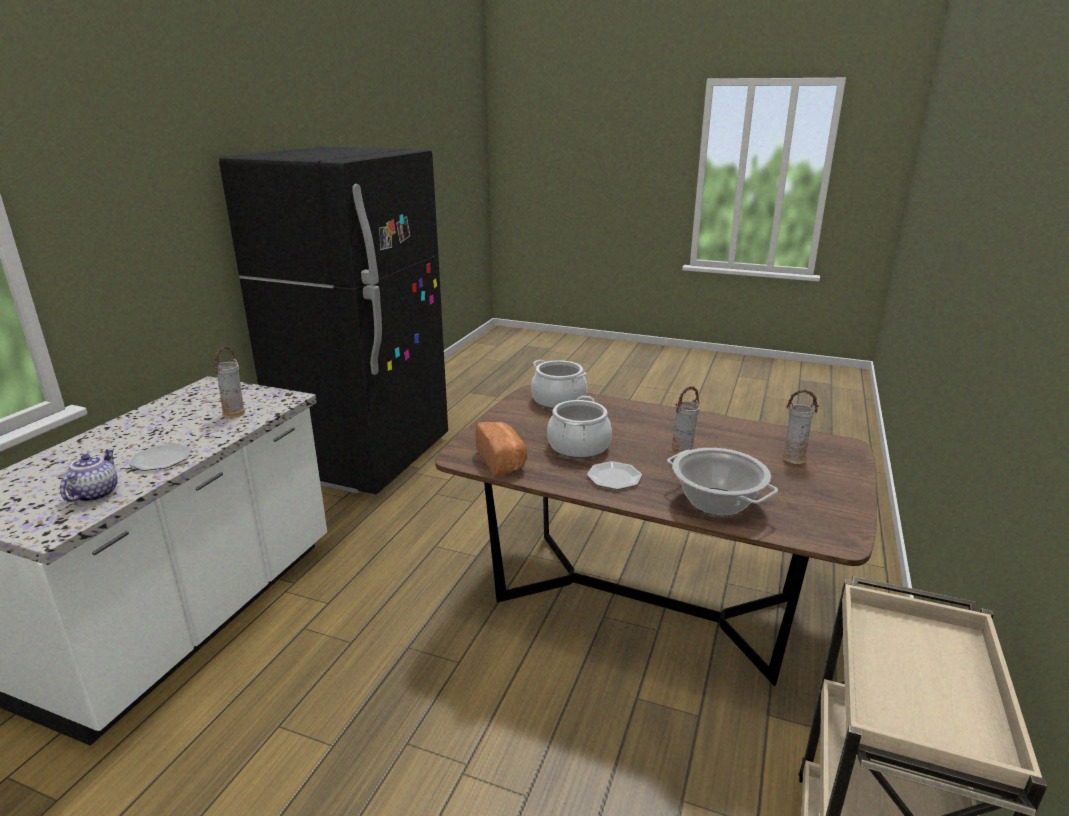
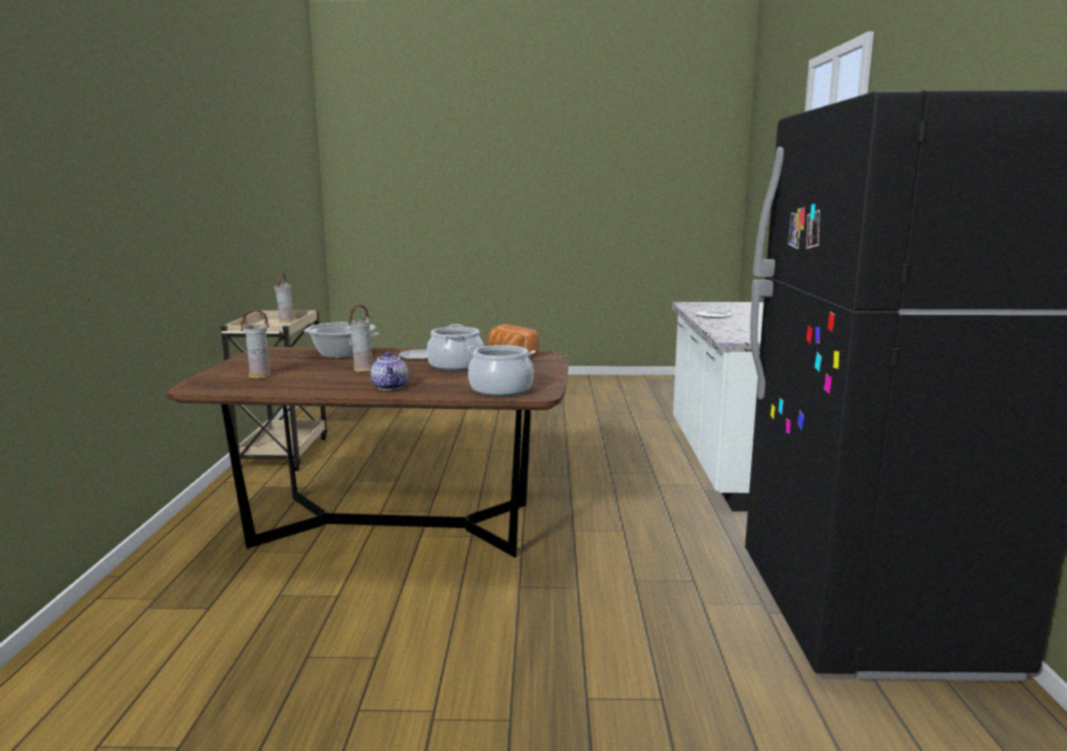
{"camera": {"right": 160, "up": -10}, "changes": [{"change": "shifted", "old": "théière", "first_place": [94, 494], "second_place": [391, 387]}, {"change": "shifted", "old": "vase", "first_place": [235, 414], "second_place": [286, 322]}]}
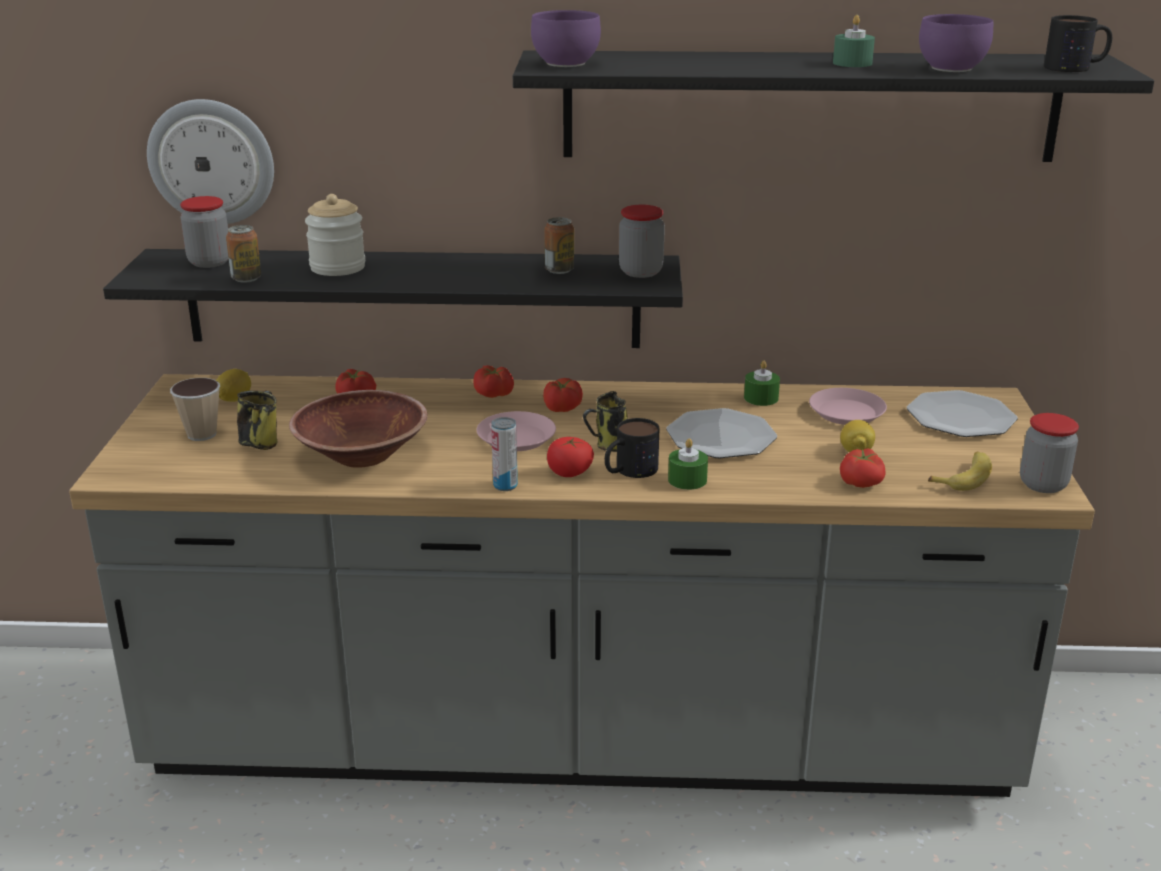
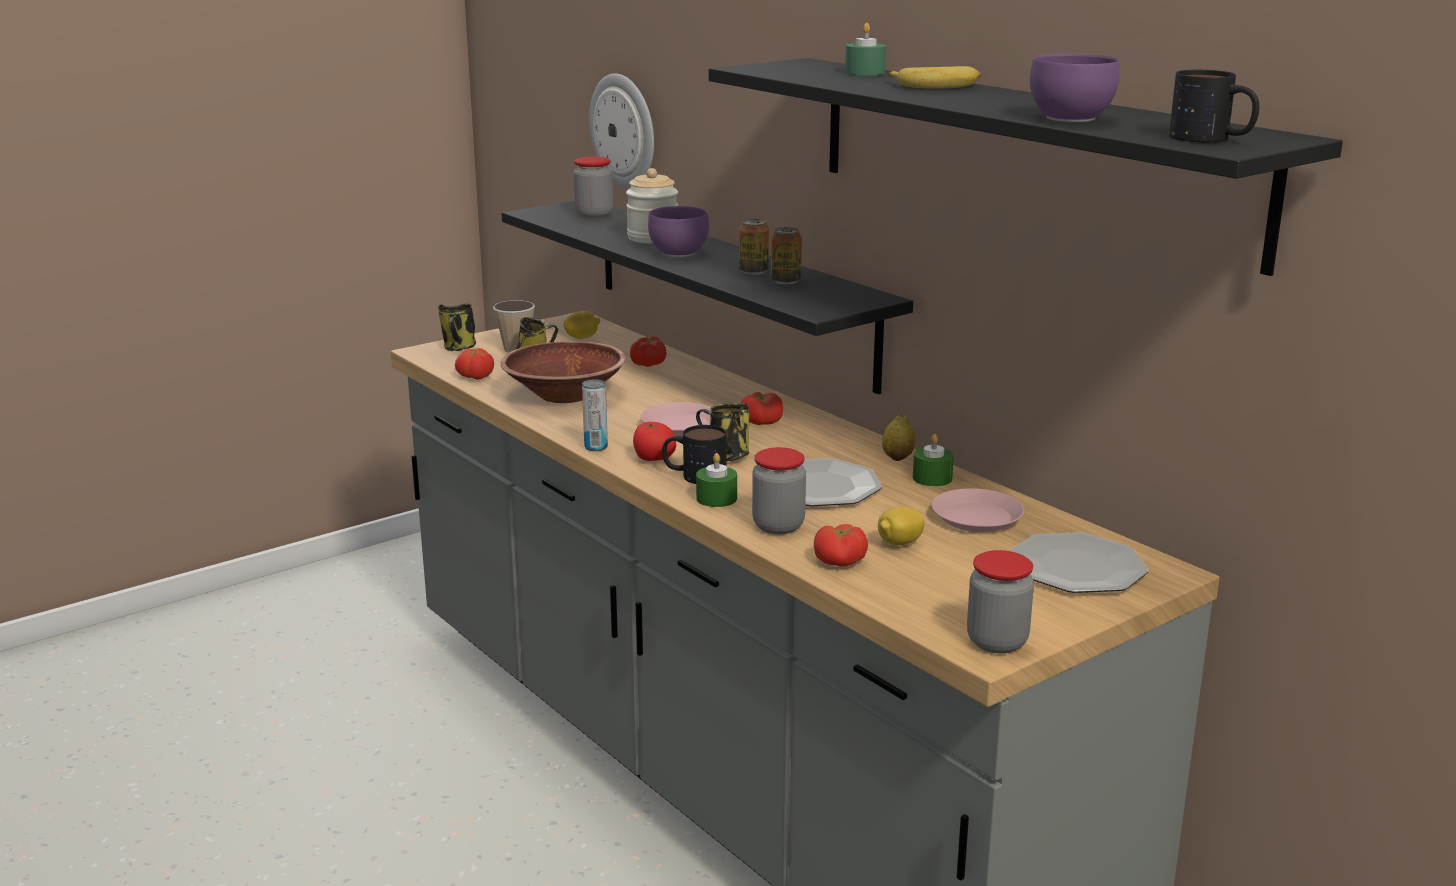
{"camera": {"right": 50, "up": -5}, "changes": [{"change": "new", "new": "mug", "second_place": [459, 348]}, {"change": "new", "new": "citron", "second_place": [897, 458]}, {"change": "shifted", "old": "boîte métallique", "first_place": [246, 278], "second_place": [753, 272]}, {"change": "shifted", "old": "tomate", "first_place": [493, 394], "second_place": [475, 376]}, {"change": "shifted", "old": "bol [violet]", "first_place": [567, 64], "second_place": [678, 253]}, {"change": "shifted", "old": "bocal", "first_place": [640, 272], "second_place": [778, 526]}, {"change": "shifted", "old": "bougie [vert]", "first_place": [852, 63], "second_place": [865, 72]}, {"change": "shifted", "old": "banane", "first_place": [964, 477], "second_place": [936, 86]}]}
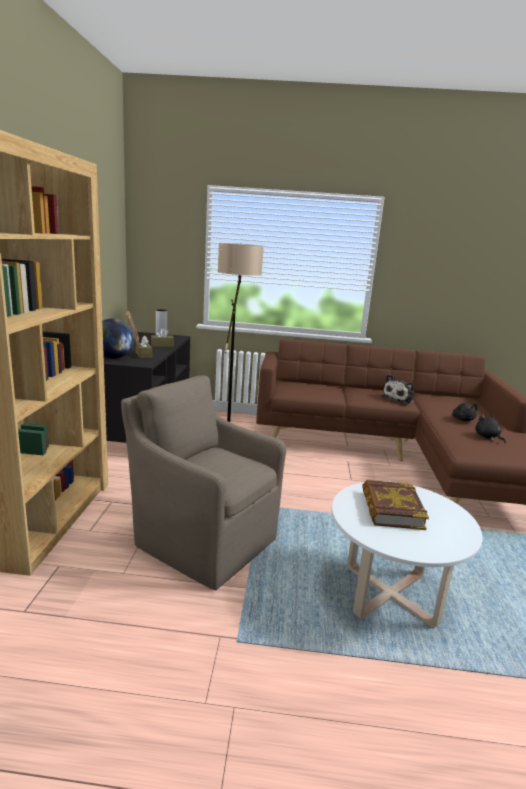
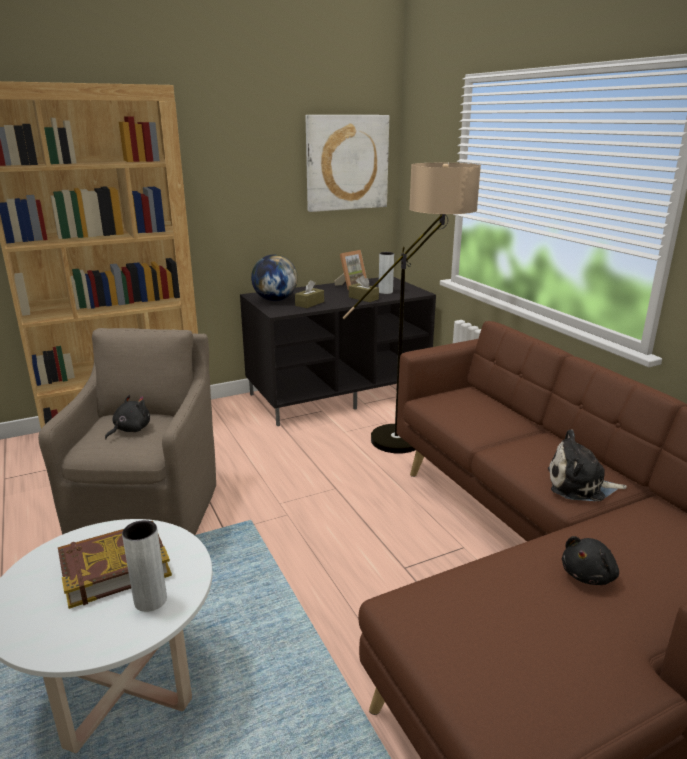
{"camera": {"right": 60, "up": 5}, "changes": [{"change": "new", "new": "vase [gris]", "second_place": [150, 600]}, {"change": "new", "new": "tableau", "second_place": [346, 163]}, {"change": "shifted", "old": "peluche [noir]", "first_place": [487, 437], "second_place": [130, 430]}]}
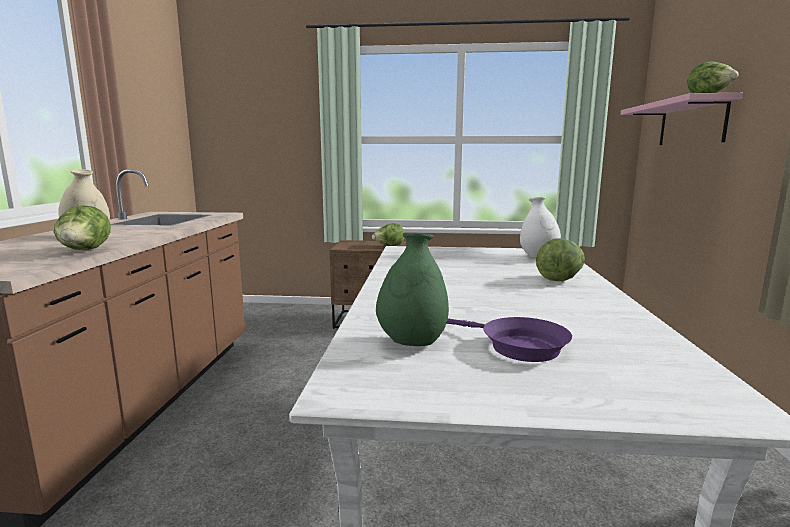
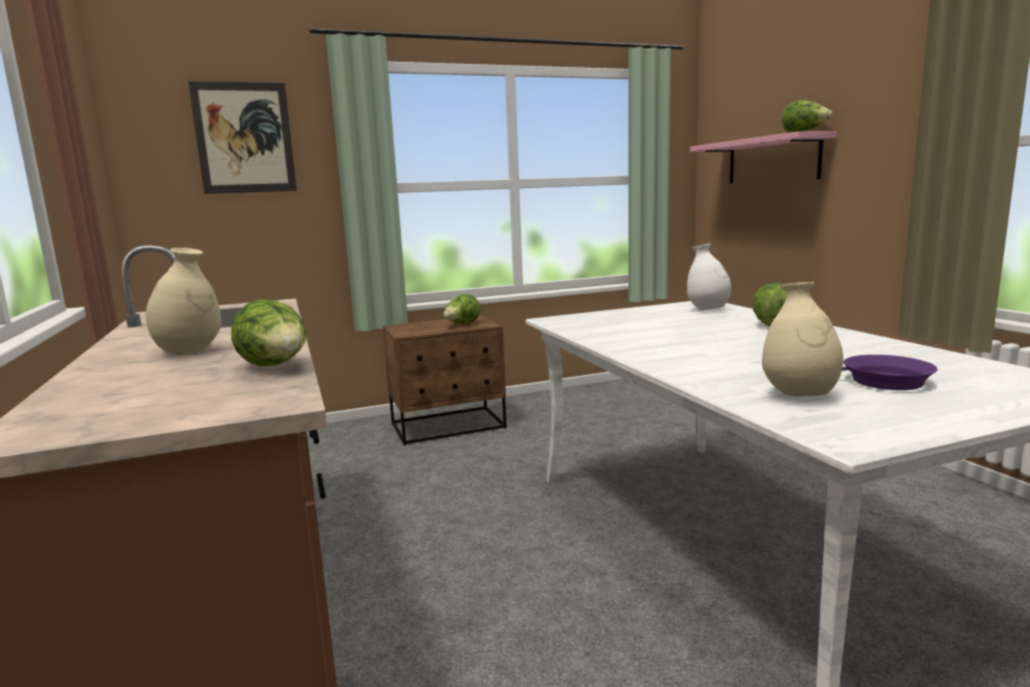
{"camera": {"right": -25, "up": 0}, "changes": [{"change": "new", "new": "tableau", "second_place": [244, 138]}, {"change": "repainted", "old": "vase [vert]", "new": "vase [beige]", "first_place": [412, 343], "second_place": [799, 396]}]}
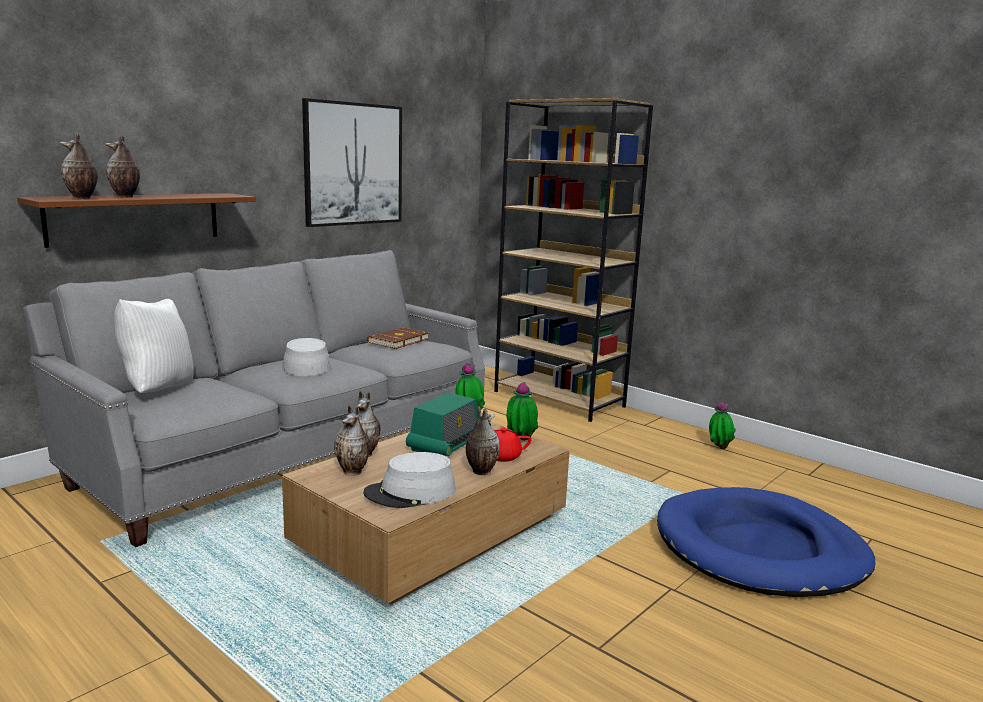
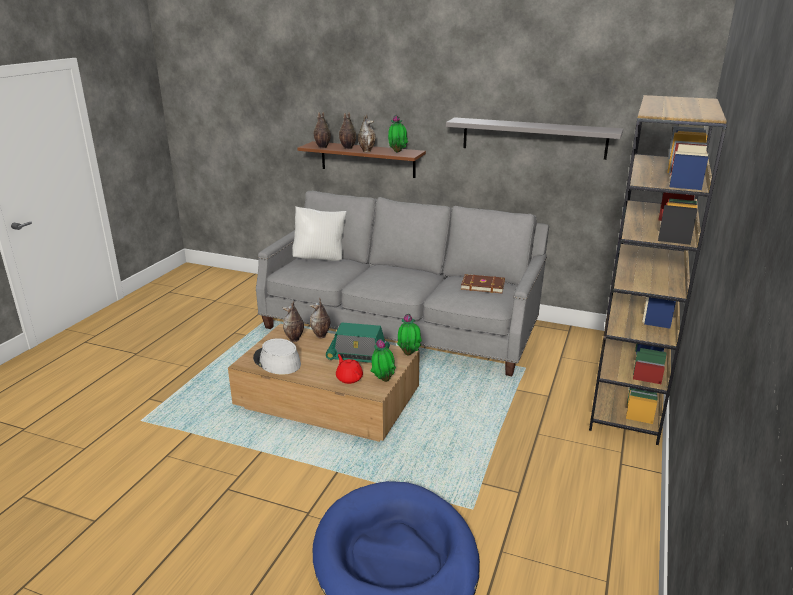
{"camera": {"right": 70, "up": 10}, "changes": [{"change": "gone", "old": "chapeau [gris]", "first_place": [306, 365]}, {"change": "shifted", "old": "vase", "first_place": [480, 471], "second_place": [366, 151]}, {"change": "shifted", "old": "plante en pot", "first_place": [718, 448], "second_place": [397, 151]}, {"change": "swapped", "old": "tableau", "new": "étagère [gris]", "first_place": [353, 164], "second_place": [533, 138]}]}
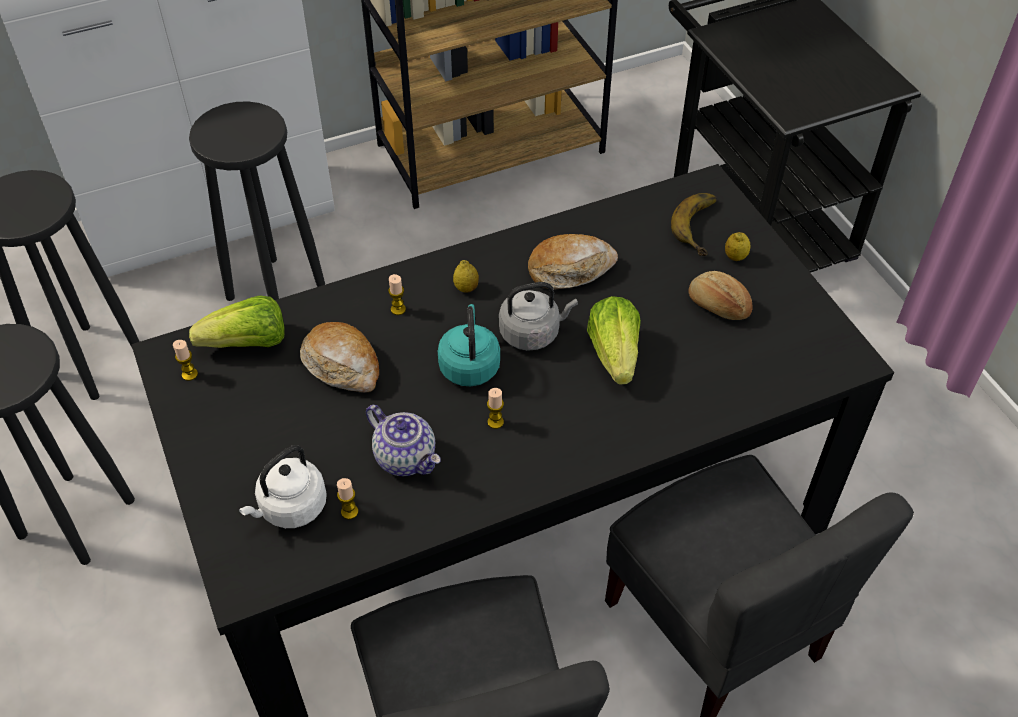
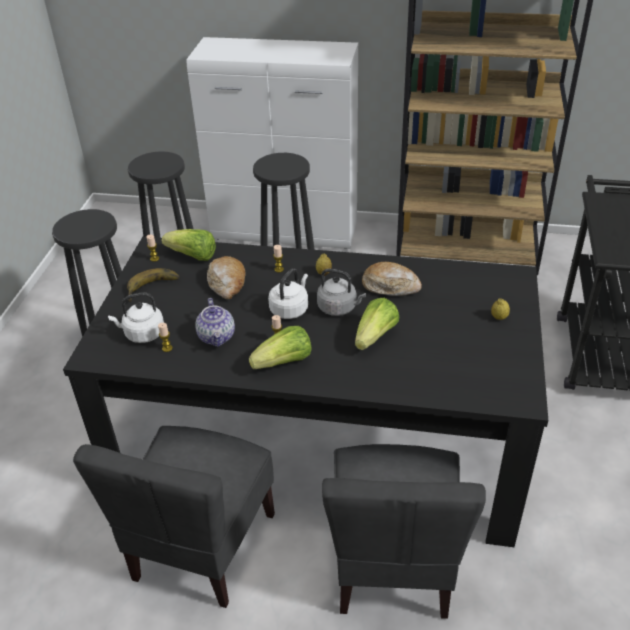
{"camera": {"right": 35, "up": -10}, "changes": [{"change": "gone", "old": "pain", "first_place": [717, 306]}, {"change": "new", "new": "laitue", "second_place": [284, 362]}, {"change": "shifted", "old": "banane", "first_place": [703, 227], "second_place": [154, 289]}, {"change": "repainted", "old": "bouilloire [turquoise]", "new": "bouilloire [blanc]", "first_place": [469, 365], "second_place": [290, 309]}]}
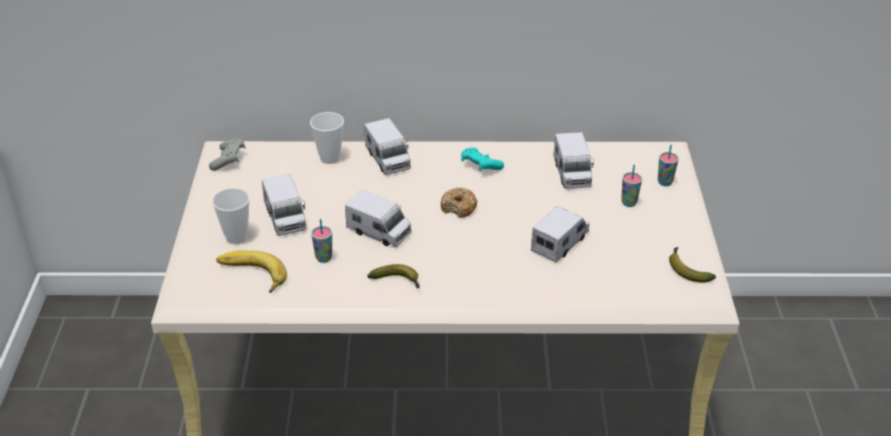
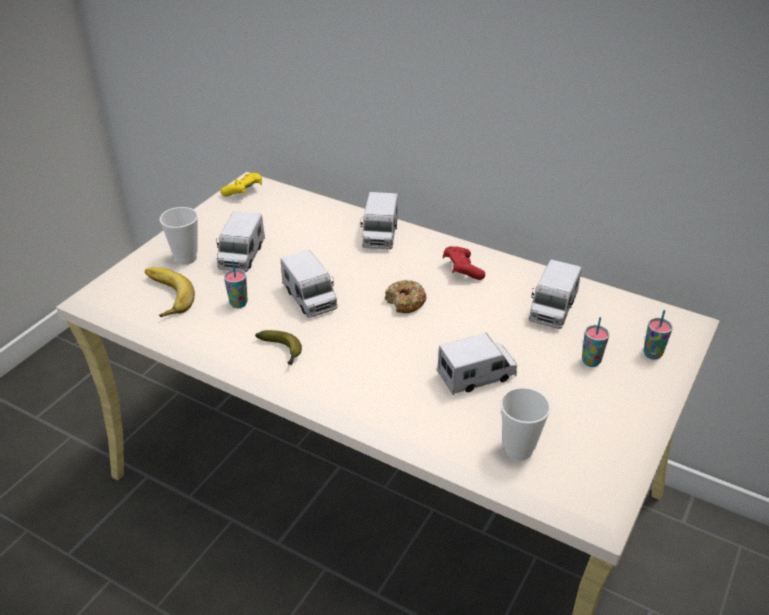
{"camera": {"right": 30, "up": 0}, "changes": [{"change": "gone", "old": "banane", "first_place": [686, 269]}, {"change": "shifted", "old": "tasse", "first_place": [330, 158], "second_place": [518, 449]}, {"change": "repainted", "old": "manette [gris]", "new": "manette [jaune]", "first_place": [229, 161], "second_place": [244, 192]}, {"change": "repainted", "old": "manette [turquoise]", "new": "manette [rouge]", "first_place": [480, 167], "second_place": [462, 270]}]}
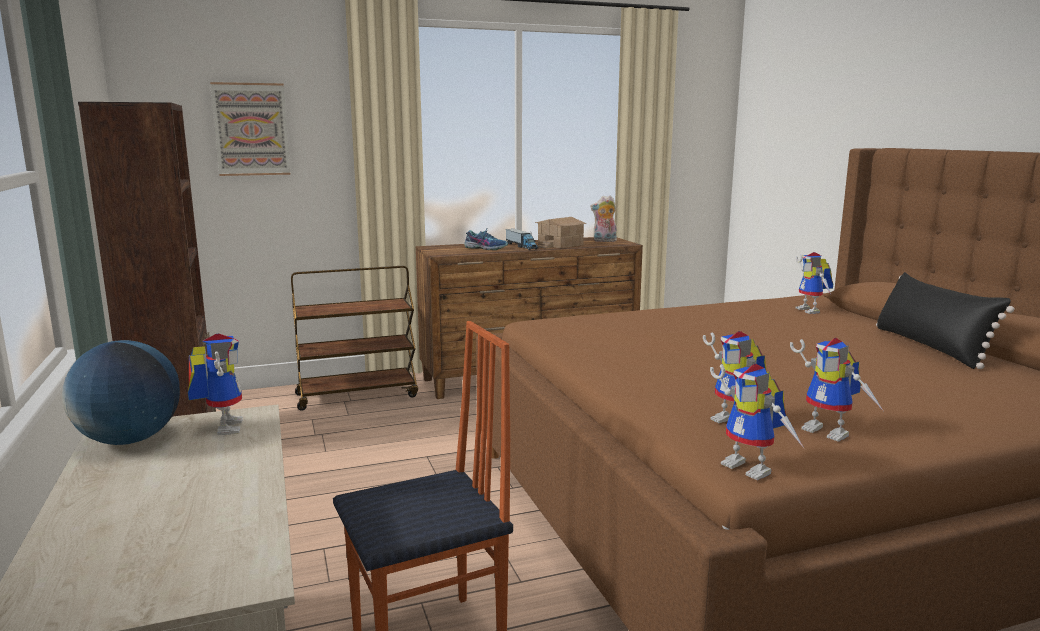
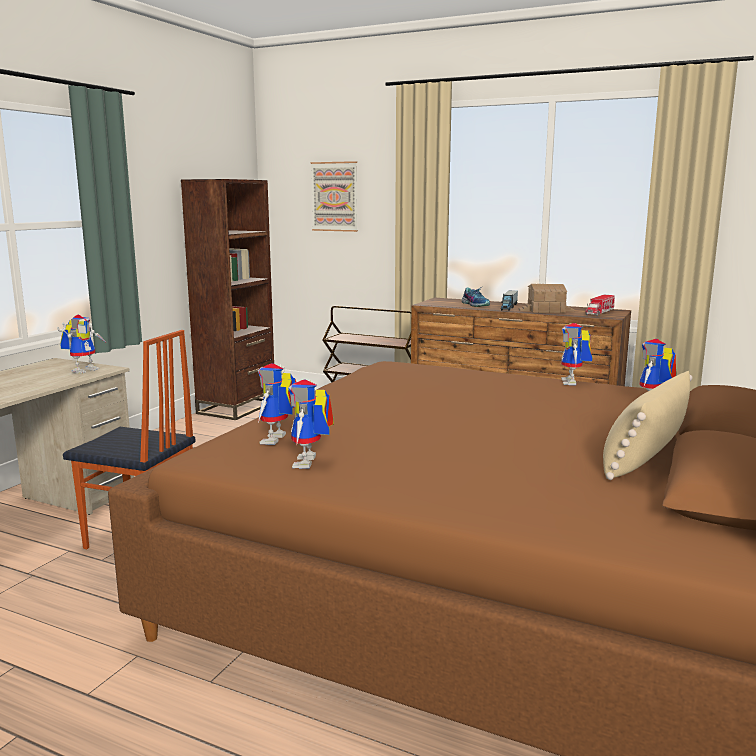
{"camera": {"right": 45, "up": 0}, "changes": [{"change": "gone", "old": "globe", "first_place": [129, 440]}, {"change": "shifted", "old": "robot jouet", "first_place": [753, 468], "second_place": [573, 383]}, {"change": "swapped", "old": "peluche", "new": "camion jouet", "first_place": [604, 241], "second_place": [599, 312]}, {"change": "repainted", "old": "coussin [noir]", "new": "coussin [beige]", "first_place": [930, 347], "second_place": [644, 455]}]}
